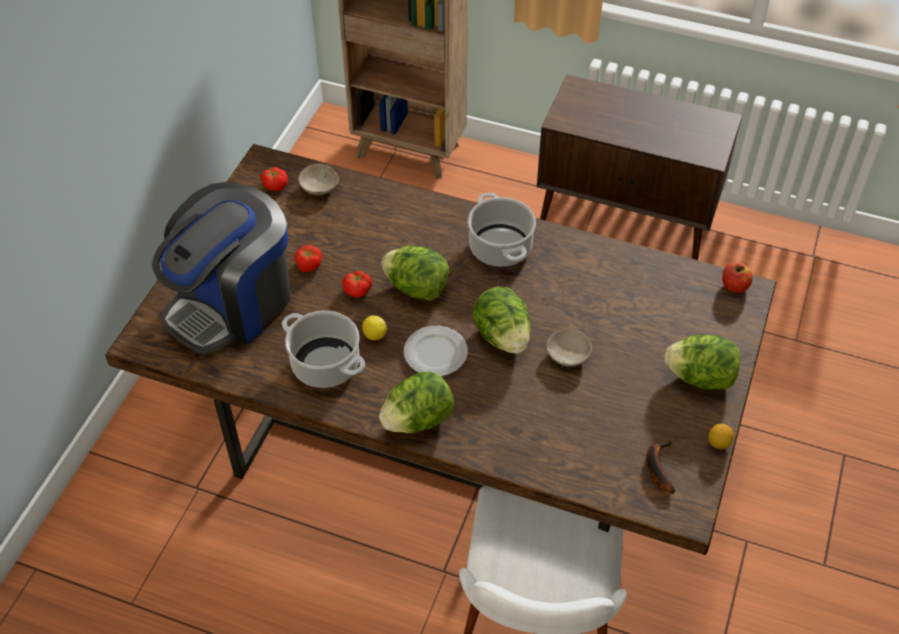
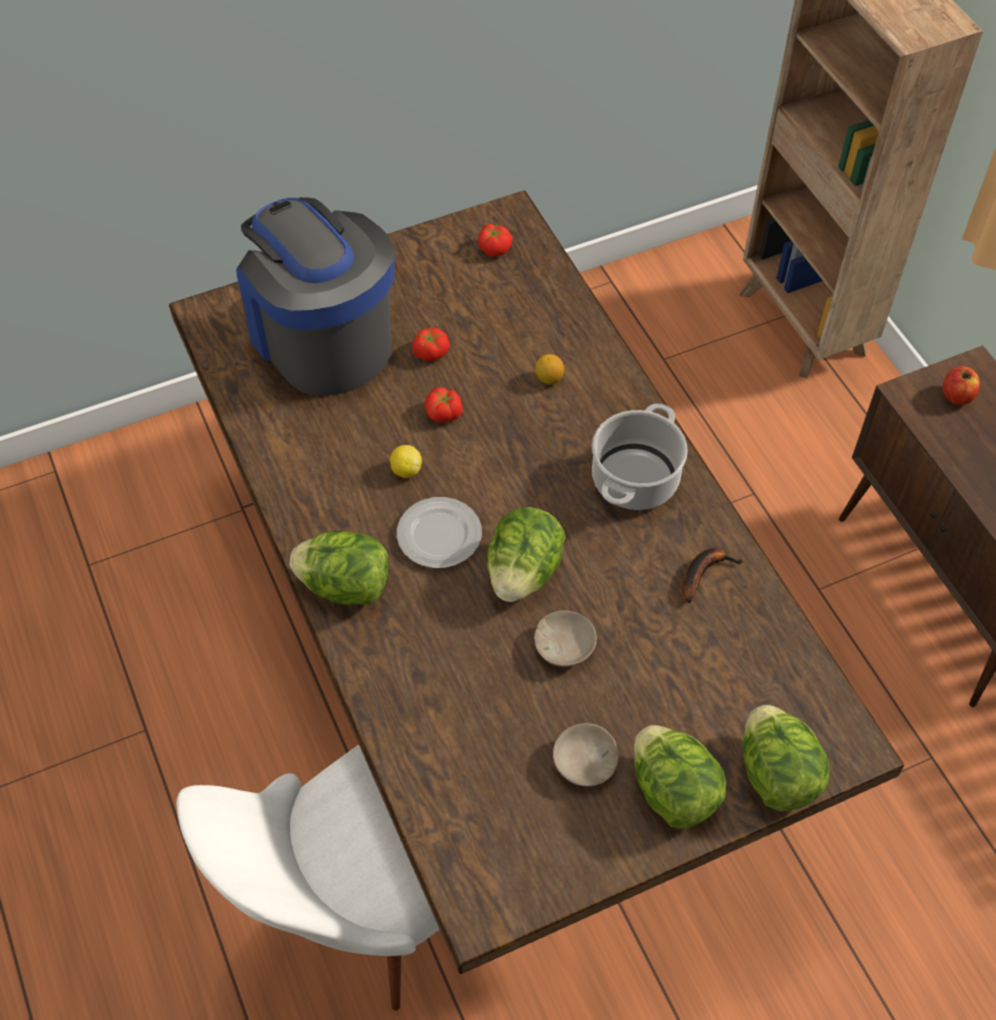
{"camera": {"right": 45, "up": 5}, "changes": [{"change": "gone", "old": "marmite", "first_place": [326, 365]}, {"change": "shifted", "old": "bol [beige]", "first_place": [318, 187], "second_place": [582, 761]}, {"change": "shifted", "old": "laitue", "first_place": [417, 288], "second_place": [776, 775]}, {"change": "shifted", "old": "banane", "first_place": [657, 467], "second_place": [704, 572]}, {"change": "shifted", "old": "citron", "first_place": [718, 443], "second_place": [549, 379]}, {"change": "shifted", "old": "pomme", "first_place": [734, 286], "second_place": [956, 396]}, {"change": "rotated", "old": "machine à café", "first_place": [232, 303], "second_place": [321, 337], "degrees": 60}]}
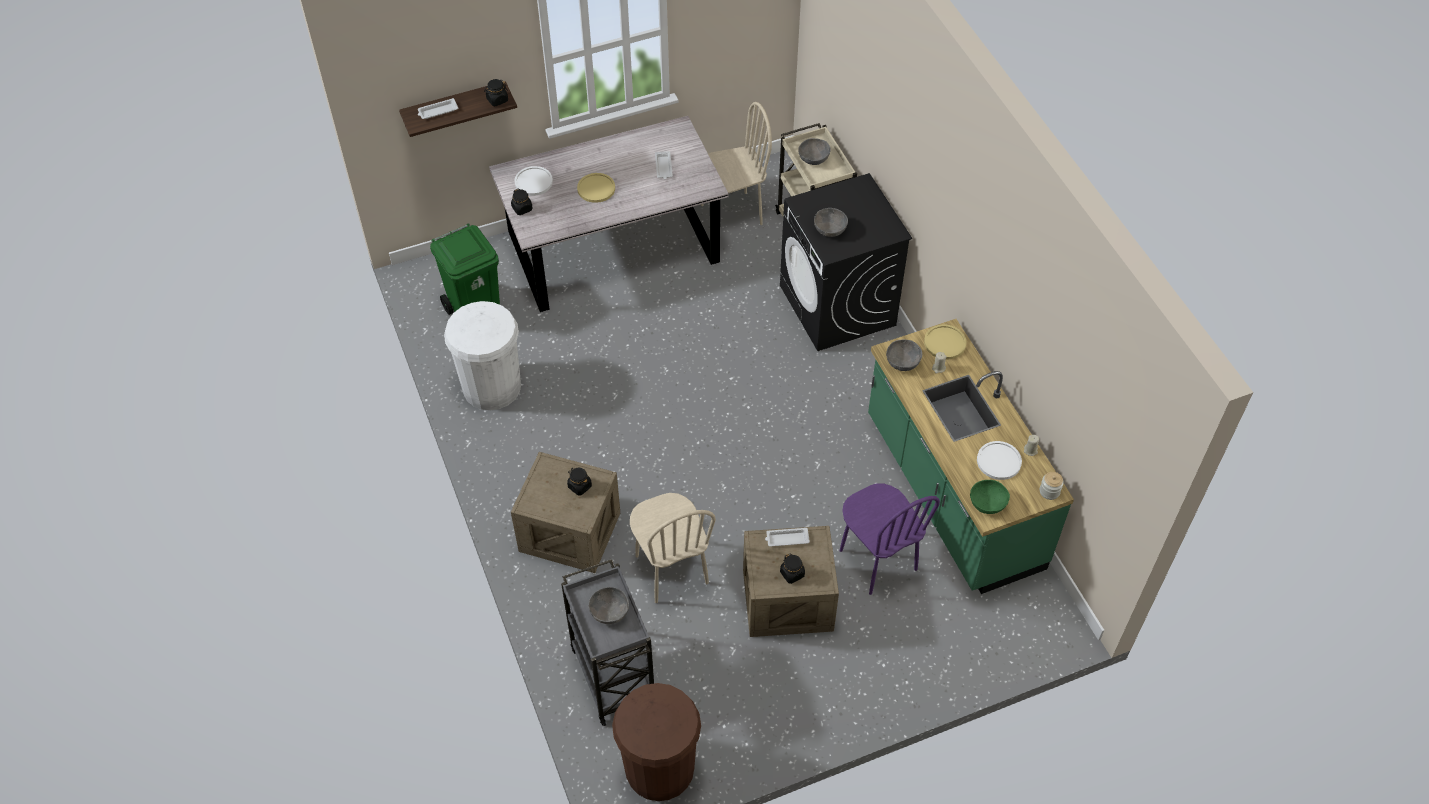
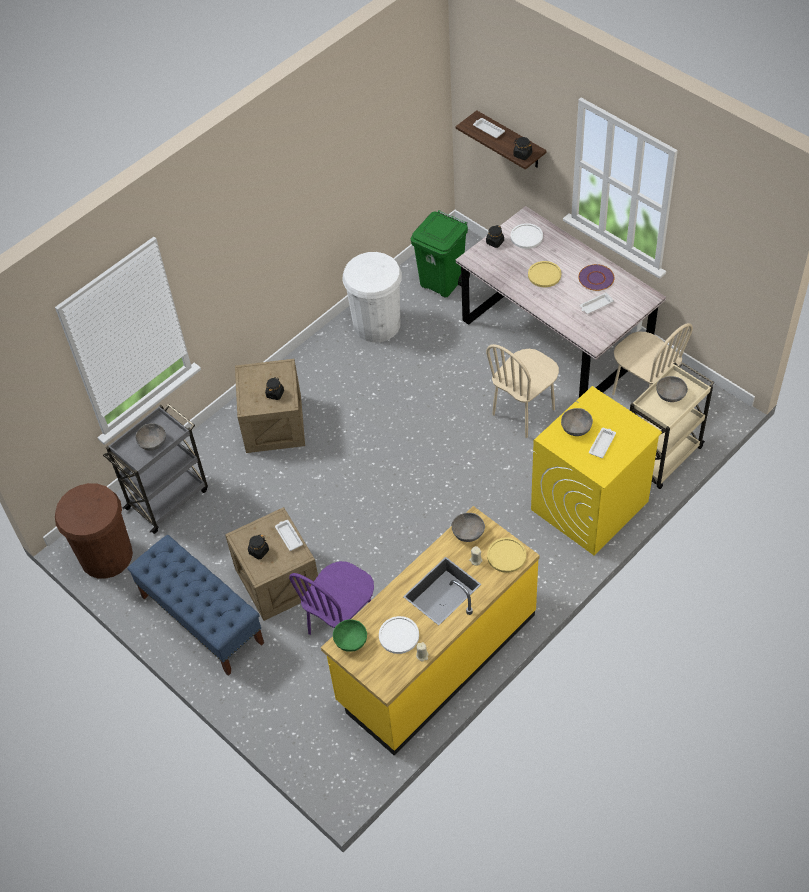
{"camera": {"right": 70, "up": 0}, "changes": [{"change": "gone", "old": "bocal", "first_place": [1049, 491]}, {"change": "new", "new": "banc [bleu]", "second_place": [201, 619]}, {"change": "new", "new": "assiette [violet]", "second_place": [596, 278]}, {"change": "new", "new": "plateau [blanc]", "second_place": [602, 444]}, {"change": "shifted", "old": "chaise [beige]", "first_place": [671, 570], "second_place": [524, 412]}, {"change": "repainted", "old": "lave-linge [noir]", "new": "lave-linge [jaune]", "first_place": [838, 306], "second_place": [589, 506]}, {"change": "repainted", "old": "comptoir de cuisine [vert]", "new": "comptoir de cuisine [jaune]", "first_place": [952, 493], "second_place": [436, 658]}]}
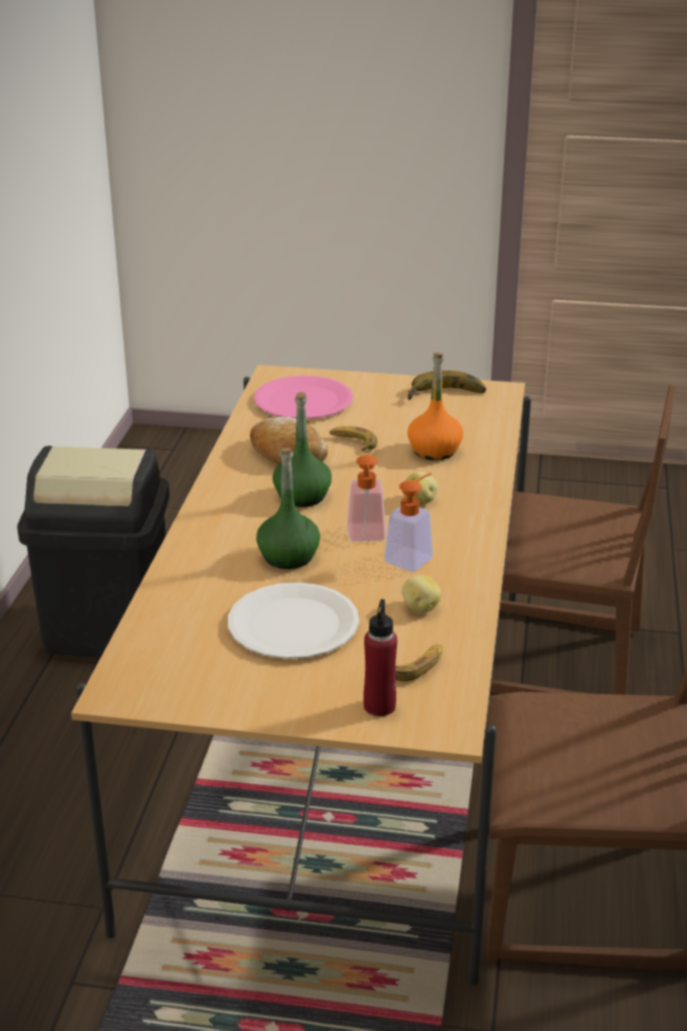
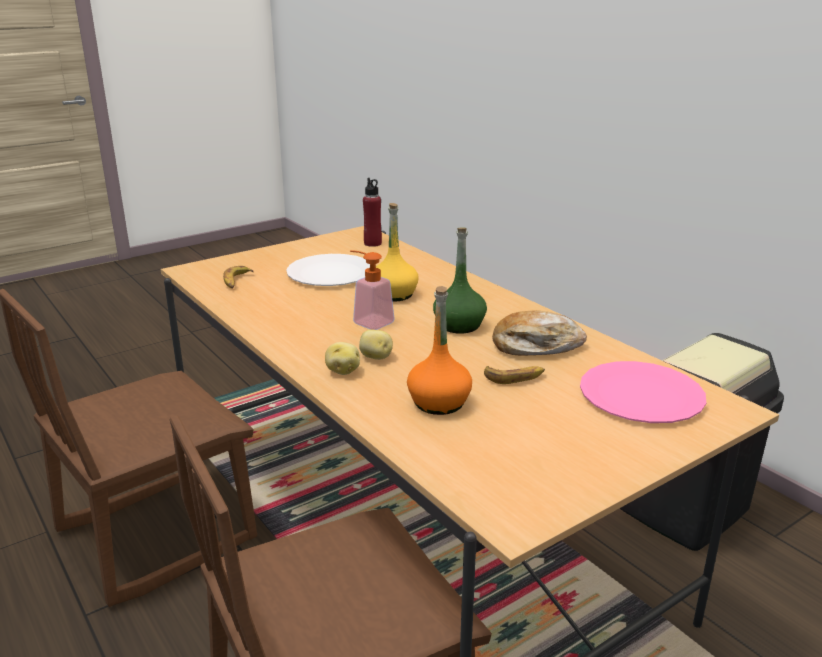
{"camera": {"right": 135, "up": -5}, "changes": [{"change": "gone", "old": "distributeur de savon", "first_place": [413, 557]}, {"change": "gone", "old": "banane", "first_place": [446, 396]}, {"change": "shifted", "old": "bouteille [rouge]", "first_place": [379, 706], "second_place": [372, 243]}, {"change": "shifted", "old": "pomme de terre", "first_place": [419, 608], "second_place": [343, 371]}, {"change": "repainted", "old": "bouteille [vert]", "new": "bouteille [jaune]", "first_place": [288, 557], "second_place": [394, 294]}]}
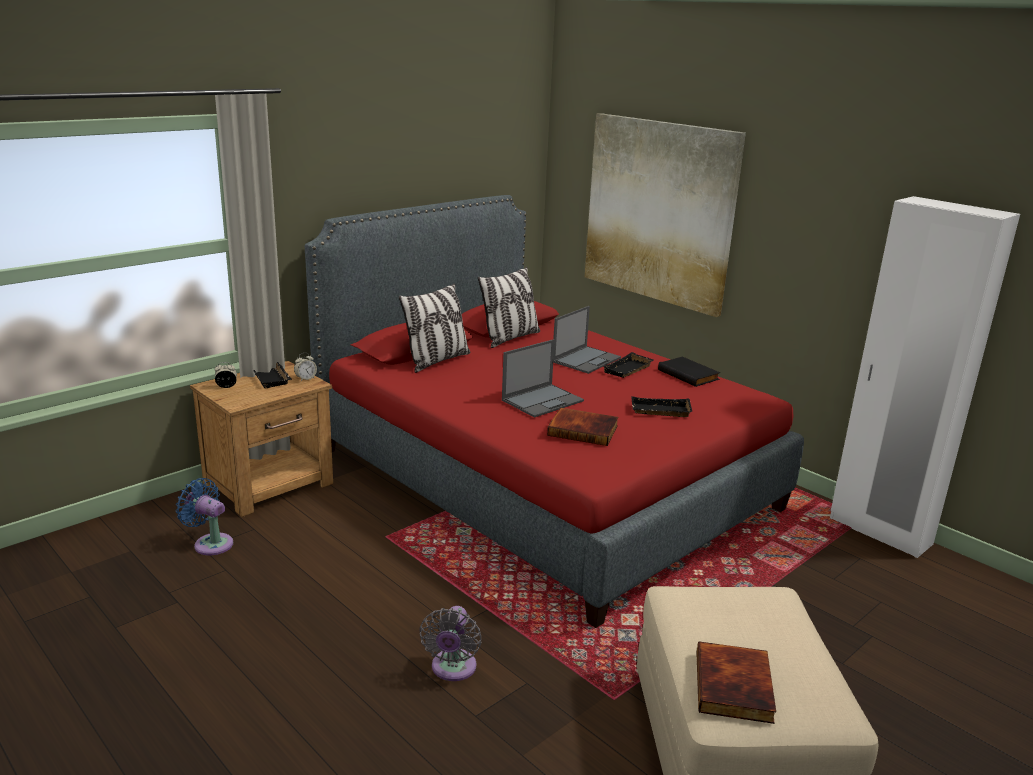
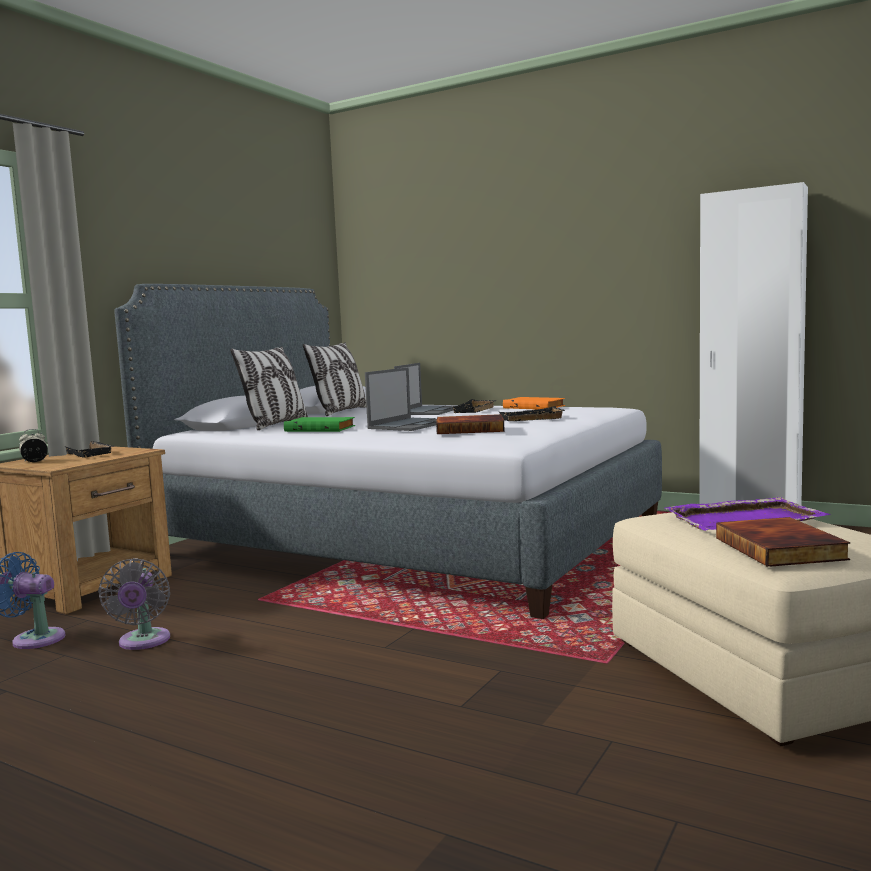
{"camera": {"right": -15, "up": -15}, "changes": [{"change": "gone", "old": "réveil", "first_place": [305, 378]}, {"change": "gone", "old": "tableau", "first_place": [659, 211]}, {"change": "new", "new": "livre [vert]", "second_place": [321, 428]}, {"change": "new", "new": "plateau [violet]", "second_place": [745, 519]}, {"change": "shifted", "old": "ventilateur [gris]", "first_place": [452, 669], "second_place": [143, 642]}, {"change": "repainted", "old": "lit [rouge]", "new": "lit [gris]", "first_place": [541, 478], "second_place": [404, 540]}, {"change": "repainted", "old": "livre [noir]", "new": "livre [orange]", "first_place": [689, 374], "second_place": [535, 407]}]}
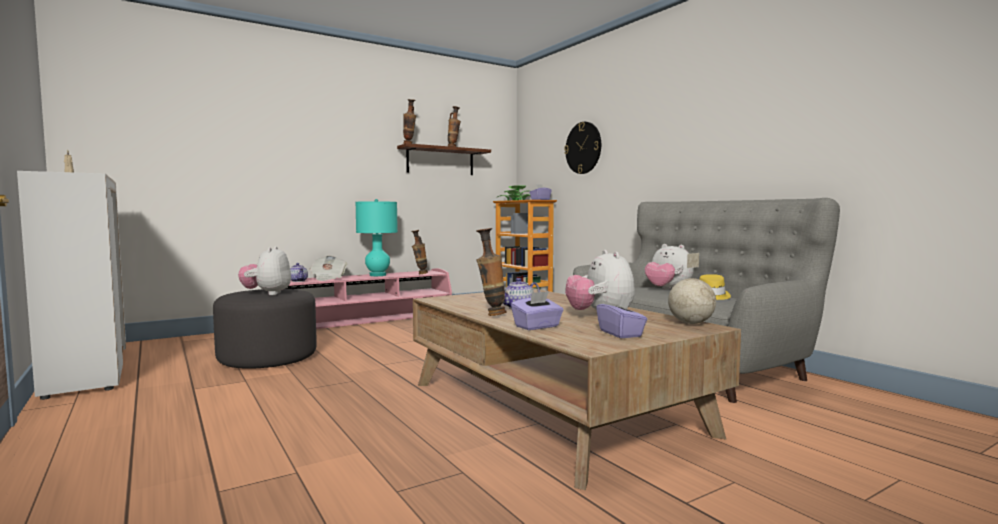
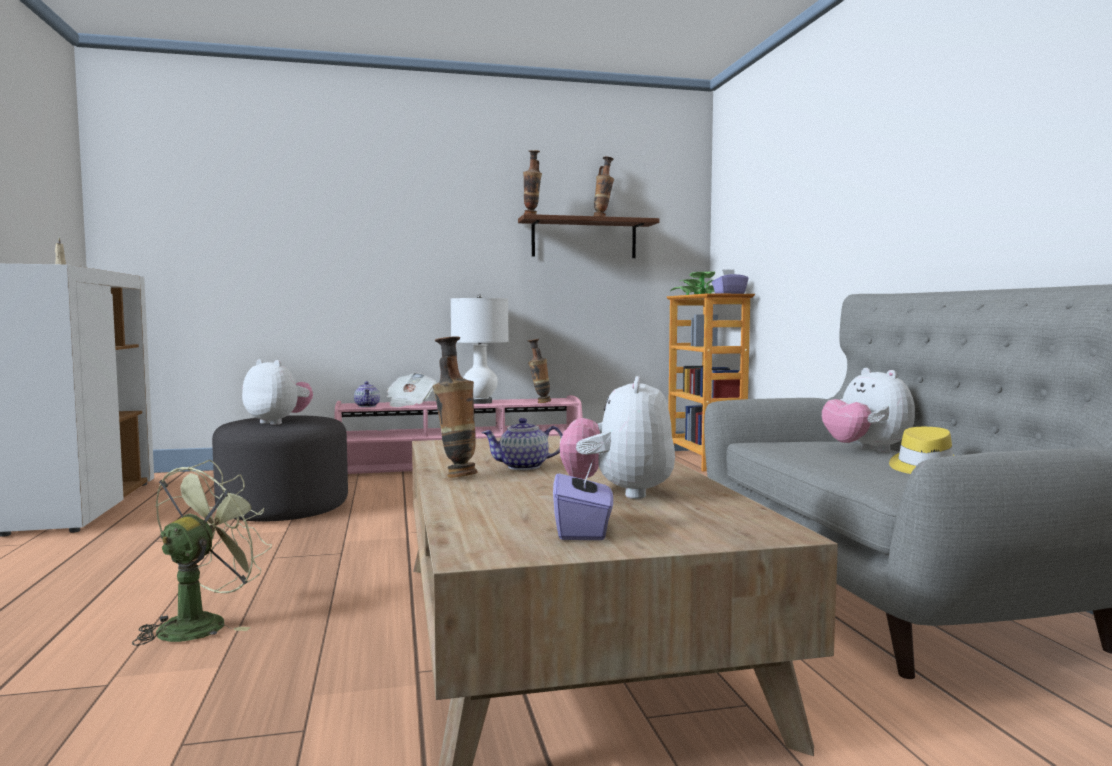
{"camera": {"right": 20, "up": 0}, "changes": [{"change": "gone", "old": "boîte à mouchoirs [violet]", "first_place": [537, 327]}, {"change": "gone", "old": "horloge murale", "first_place": [583, 148]}, {"change": "gone", "old": "globe", "first_place": [690, 323]}, {"change": "new", "new": "ventilateur [vert]", "second_place": [202, 623]}, {"change": "repainted", "old": "lampe de table [turquoise]", "new": "lampe de table [blanc]", "first_place": [378, 275], "second_place": [480, 402]}, {"change": "rotated", "old": "peluche", "first_place": [267, 294], "second_place": [278, 422], "degrees": 105}]}
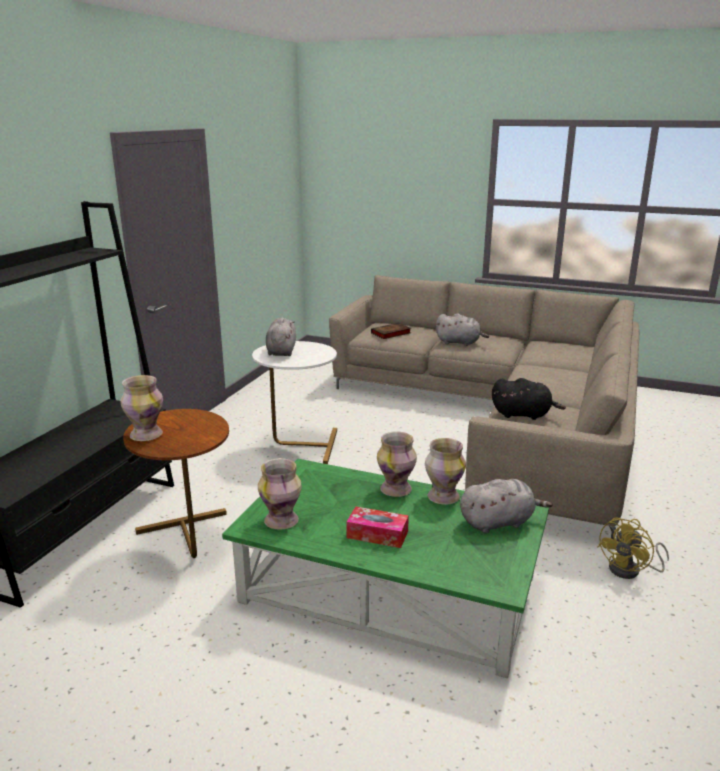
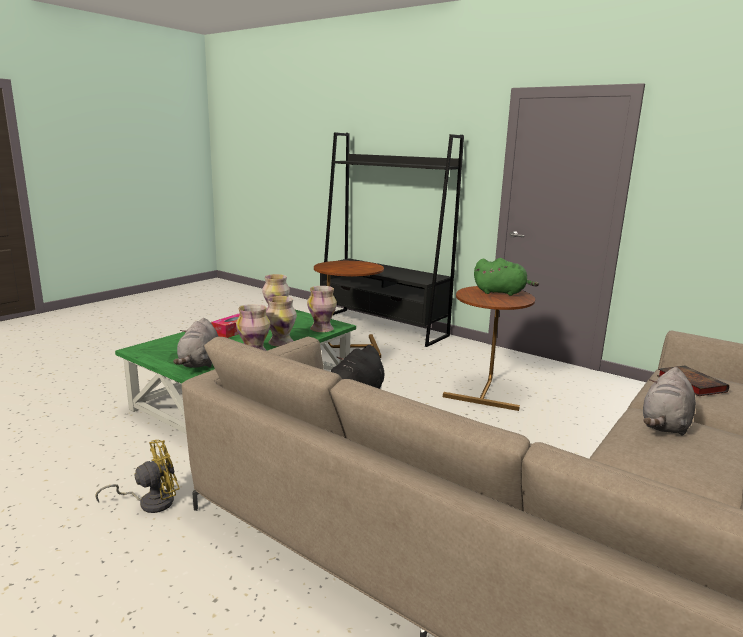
{"camera": {"right": 105, "up": -5}, "changes": [{"change": "shifted", "old": "vase", "first_place": [145, 435], "second_place": [322, 329]}, {"change": "repainted", "old": "table d'appoint [blanc]", "new": "table d'appoint [marron]", "first_place": [299, 445], "second_place": [486, 390]}, {"change": "repainted", "old": "peluche [gris]", "new": "peluche [vert]", "first_place": [281, 351], "second_place": [502, 292]}, {"change": "rotated", "old": "ventilateur [jaune]", "first_place": [630, 570], "second_place": [150, 502], "degrees": 90}]}
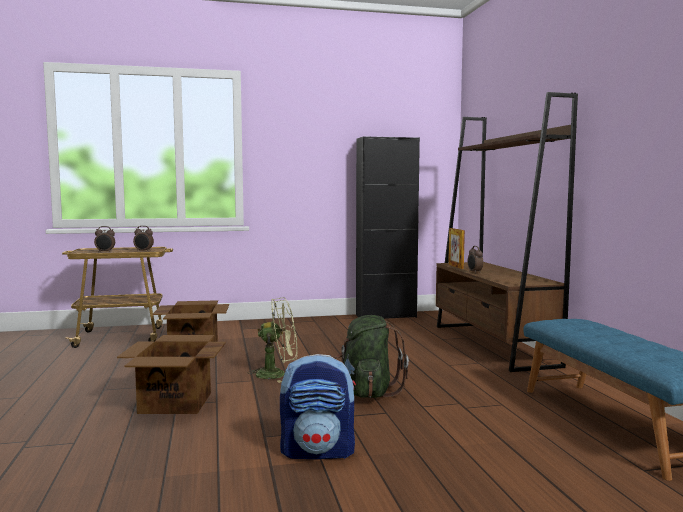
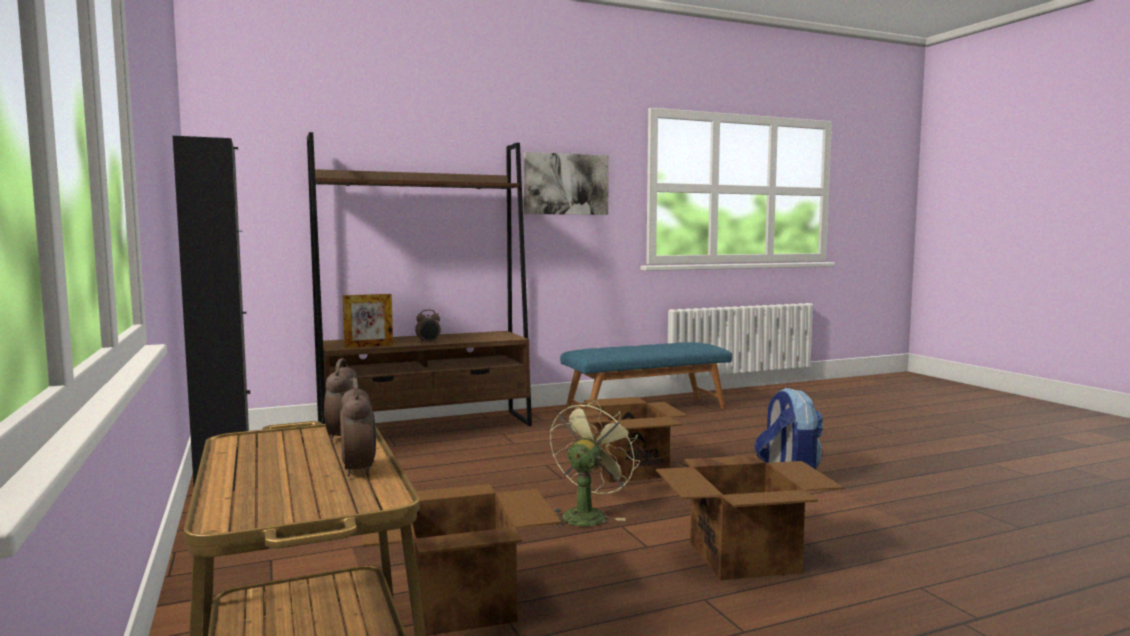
{"camera": {"right": -100, "up": 0}, "changes": [{"change": "new", "new": "tableau", "second_place": [566, 184]}, {"change": "swapped", "old": "sac à dos [vert]", "new": "carton", "first_place": [367, 393], "second_place": [629, 469]}, {"change": "rotated", "old": "ventilateur [vert]", "first_place": [277, 374], "second_place": [587, 514], "degrees": 45}]}
